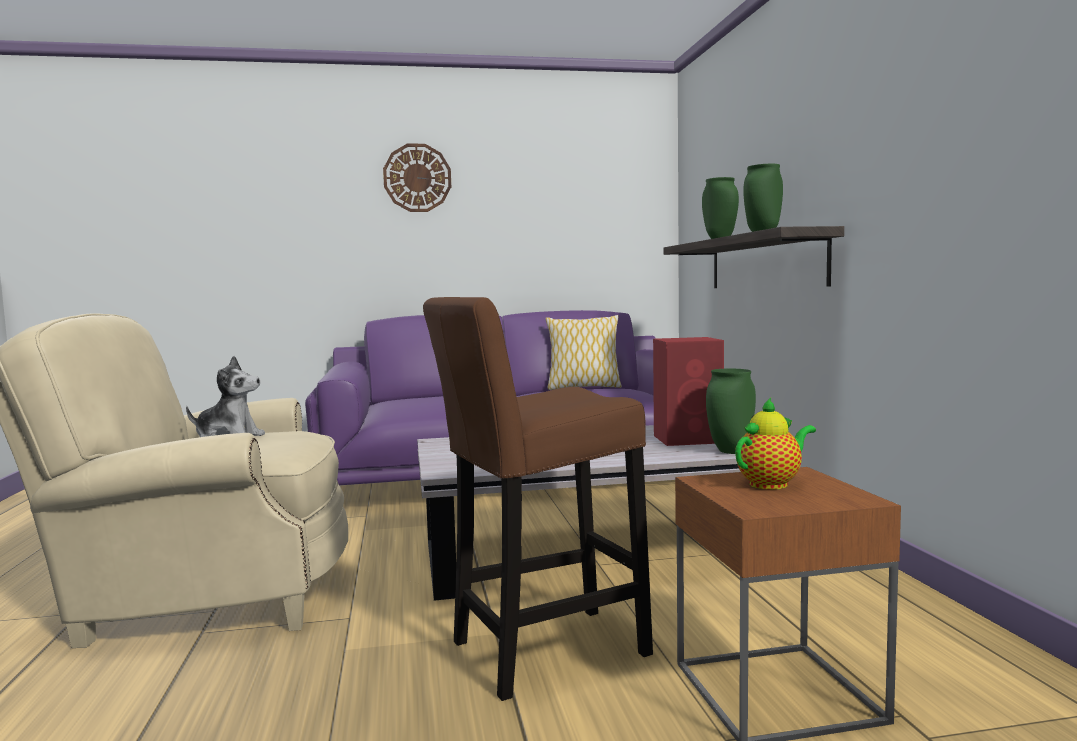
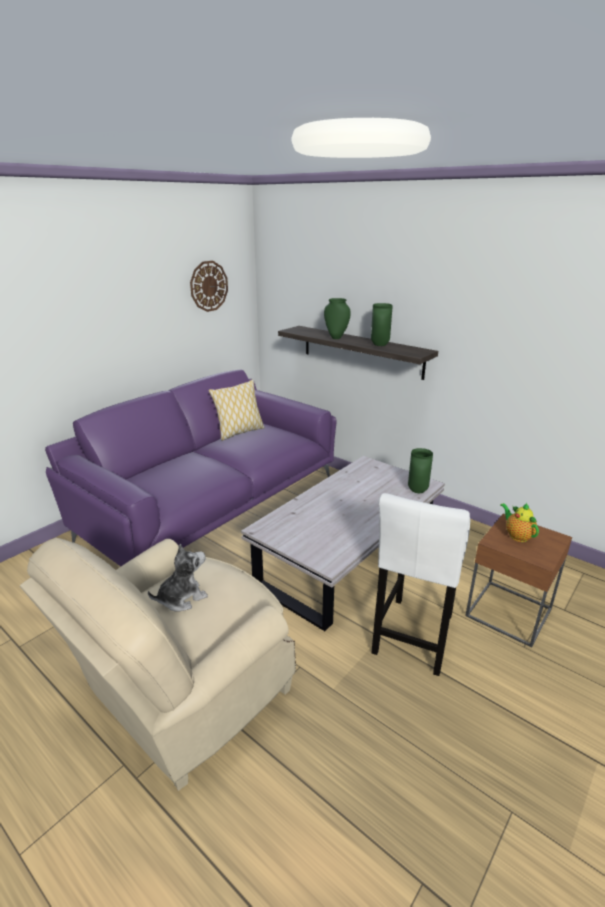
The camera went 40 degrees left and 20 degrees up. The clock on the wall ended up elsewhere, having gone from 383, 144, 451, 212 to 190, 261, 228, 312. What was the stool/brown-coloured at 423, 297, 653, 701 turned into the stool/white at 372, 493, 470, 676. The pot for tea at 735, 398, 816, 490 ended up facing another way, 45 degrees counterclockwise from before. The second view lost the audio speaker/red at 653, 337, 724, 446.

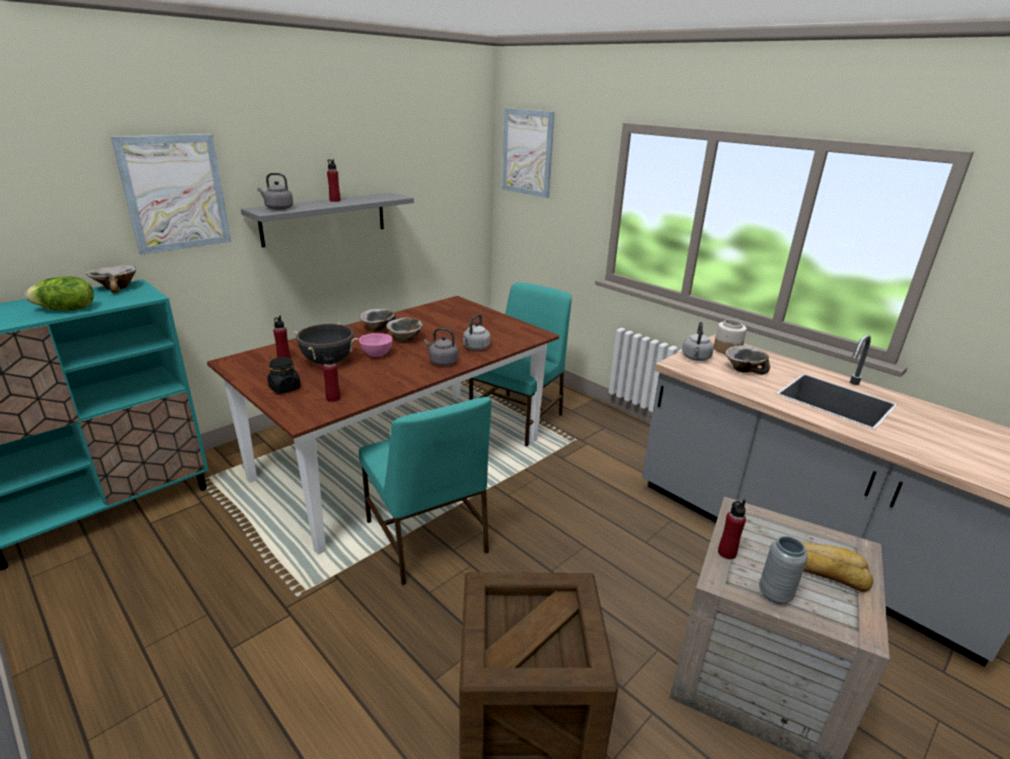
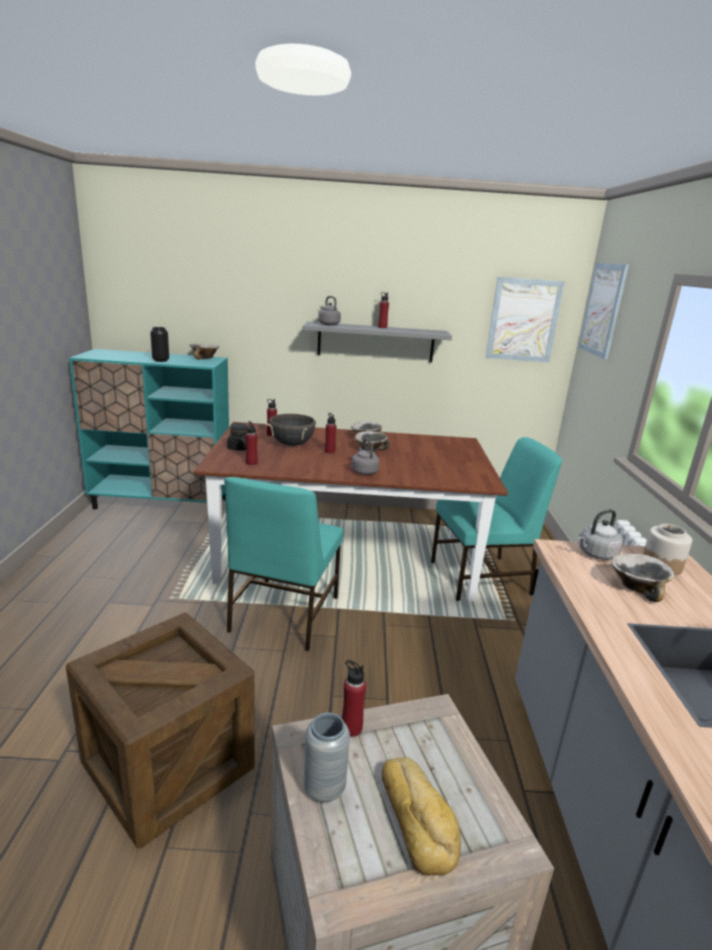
The camera went 45 degrees right and 5 degrees down. Where the lettuce stood at 25, 276, 94, 311, the vase/blackish came to stand at 150, 327, 169, 362. Where the bowl/pink stood at 359, 333, 393, 357, the drink bottle/red came to stand at 325, 413, 337, 453. The wall art ended up elsewhere, having gone from 111, 134, 231, 255 to 486, 277, 565, 362. The second view lost the kettle/grey at 463, 314, 491, 350.

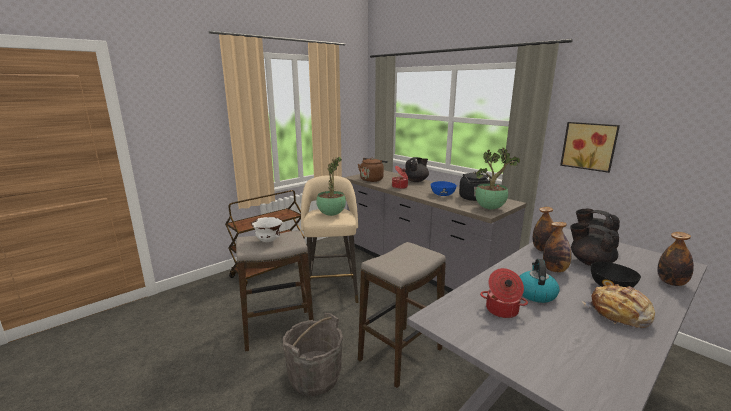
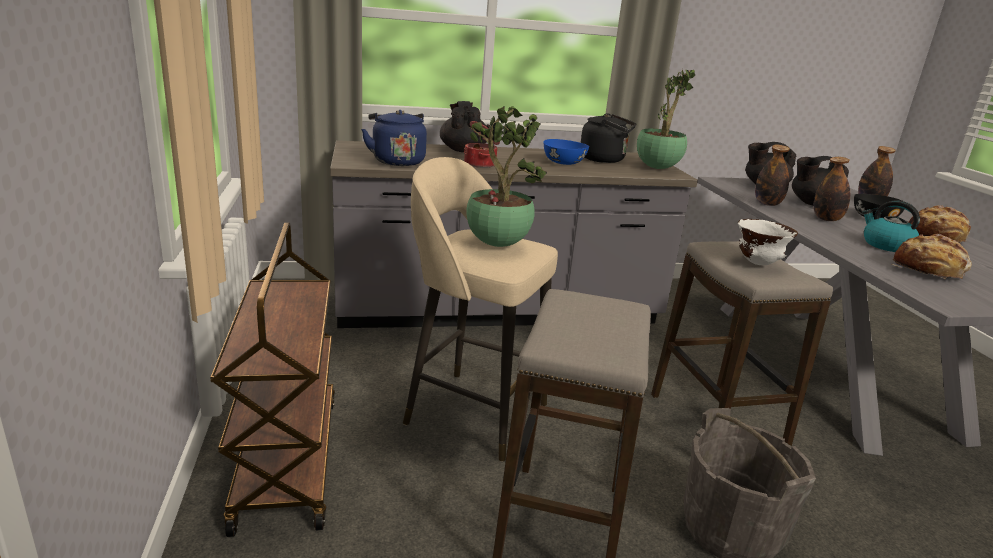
The camera went 60 degrees left and 5 degrees up. What was the kettle/brown-coloured at 358, 157, 388, 182 turned into the kettle/bluish at 361, 110, 427, 166. The bowl/white ended up elsewhere, having gone from 251, 217, 282, 242 to 738, 219, 798, 265. Where the saucepot stood at 480, 268, 528, 318, the bread came to stand at 892, 234, 972, 280. The second view lost the wall art at 560, 122, 620, 173.

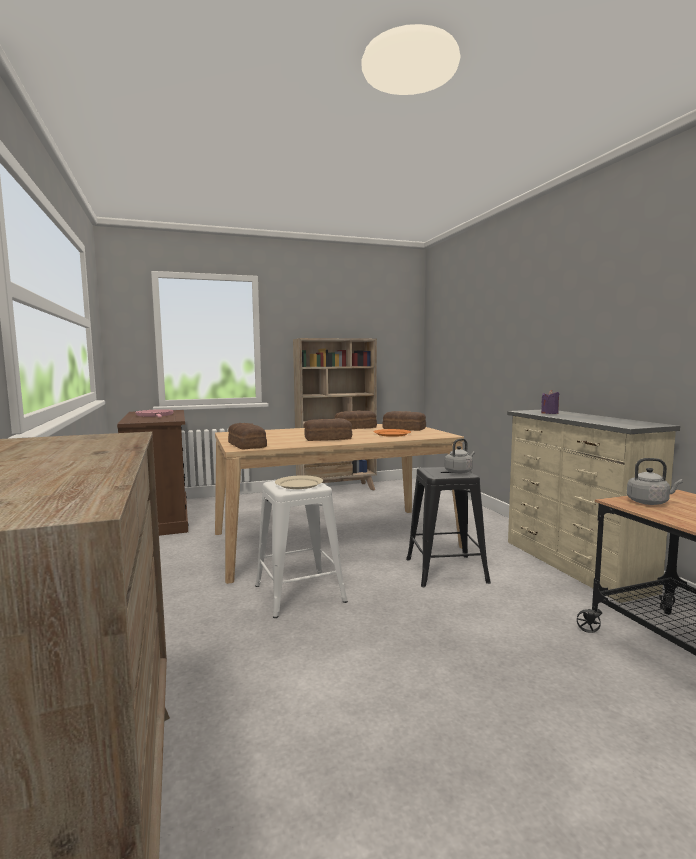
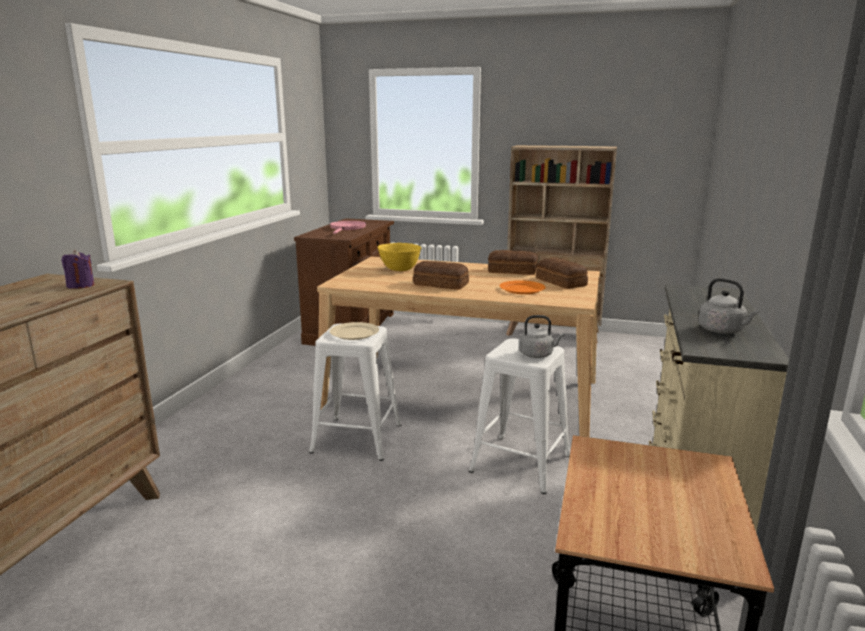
The camera went 35 degrees right and 10 degrees up. The candle/purplish ended up elsewhere, having gone from 541, 390, 559, 414 to 62, 250, 95, 289. The second view gained the bowl/yellow at 378, 243, 421, 271. What was the stool/blackish at 406, 467, 491, 587 turned into the stool/white at 469, 338, 570, 494. The kettle/grey ended up elsewhere, having gone from 627, 458, 683, 505 to 698, 278, 760, 334. The second view lost the bread at 228, 423, 267, 449.

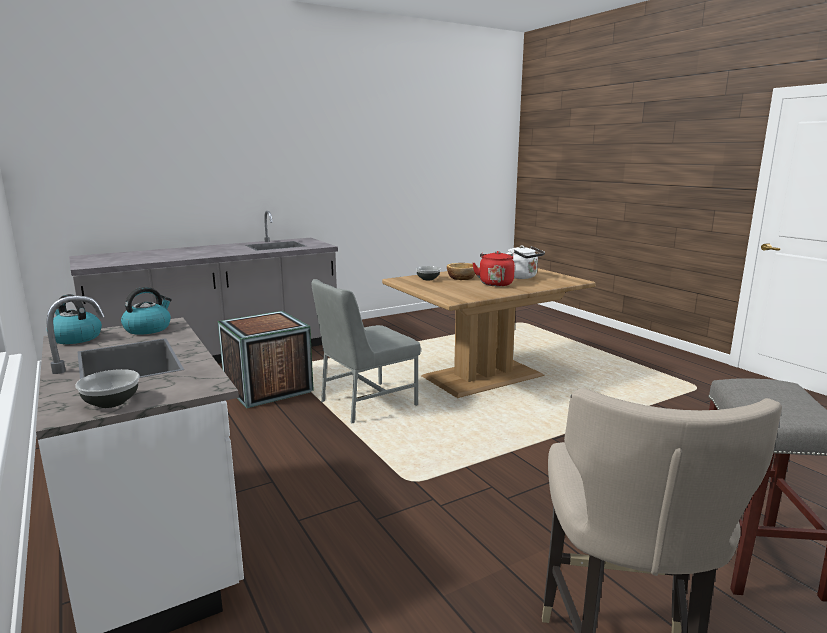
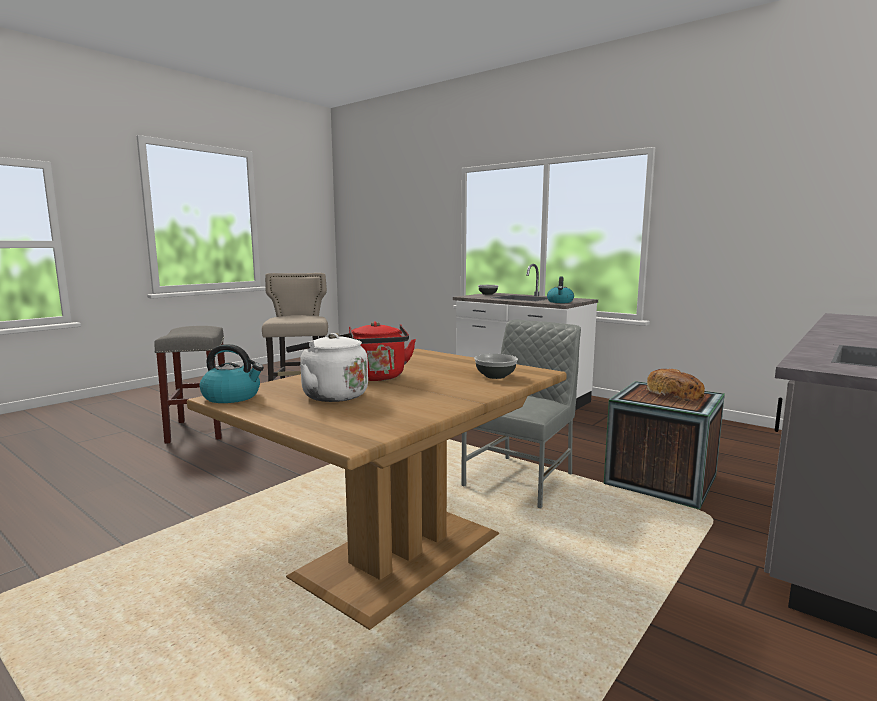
The camera went 160 degrees right and 5 degrees down. The kettle ended up elsewhere, having gone from 53, 294, 102, 344 to 200, 344, 264, 403. The second view gained the bread at 646, 369, 705, 401. The second view lost the bowl at 447, 263, 477, 280.

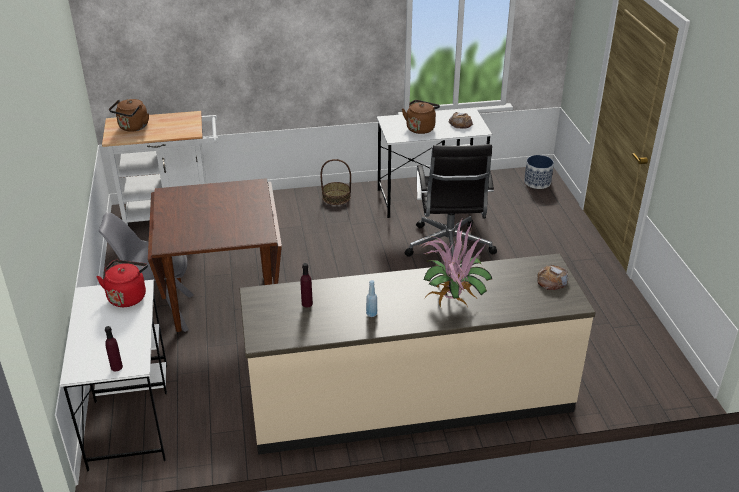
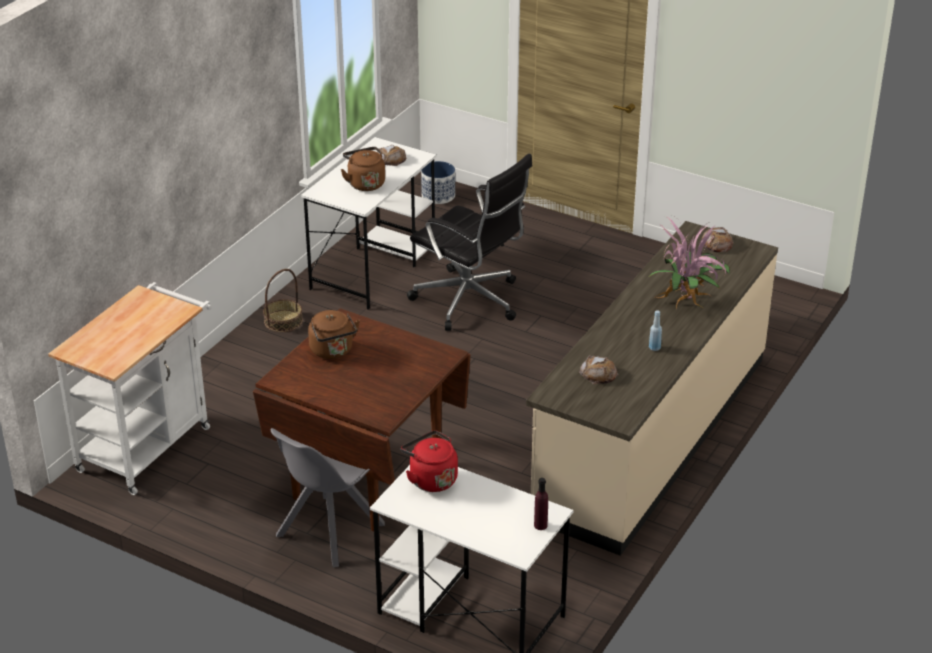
The camera went 50 degrees left and 0 degrees up. The kettle/brown-coloured ended up elsewhere, having gone from 109, 99, 149, 132 to 308, 310, 360, 359. Where the drink bottle/purplish stood at 301, 263, 313, 307, the bread came to stand at 579, 355, 619, 384.

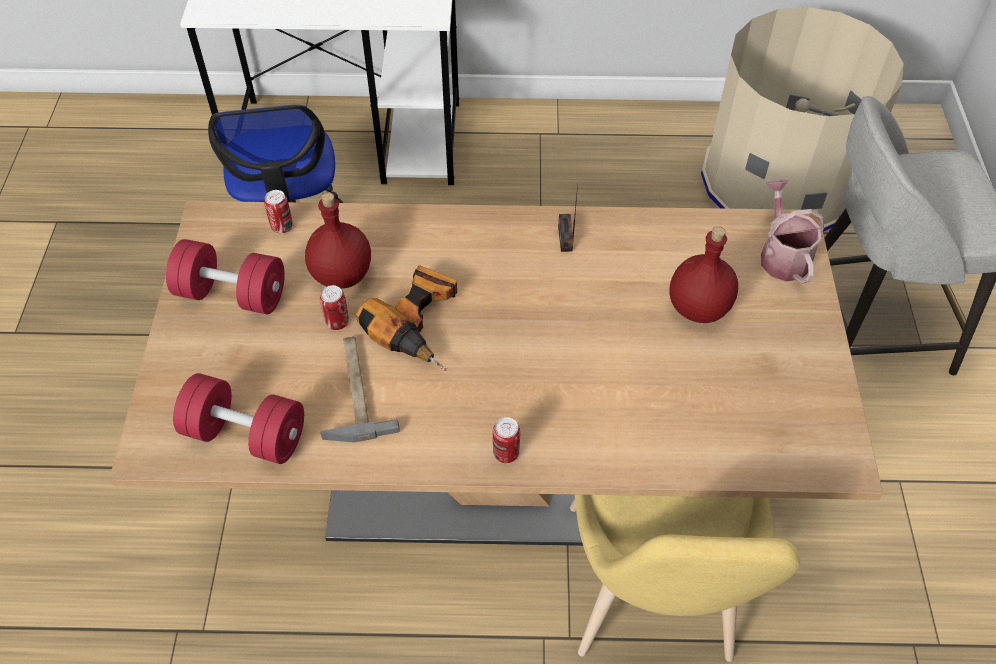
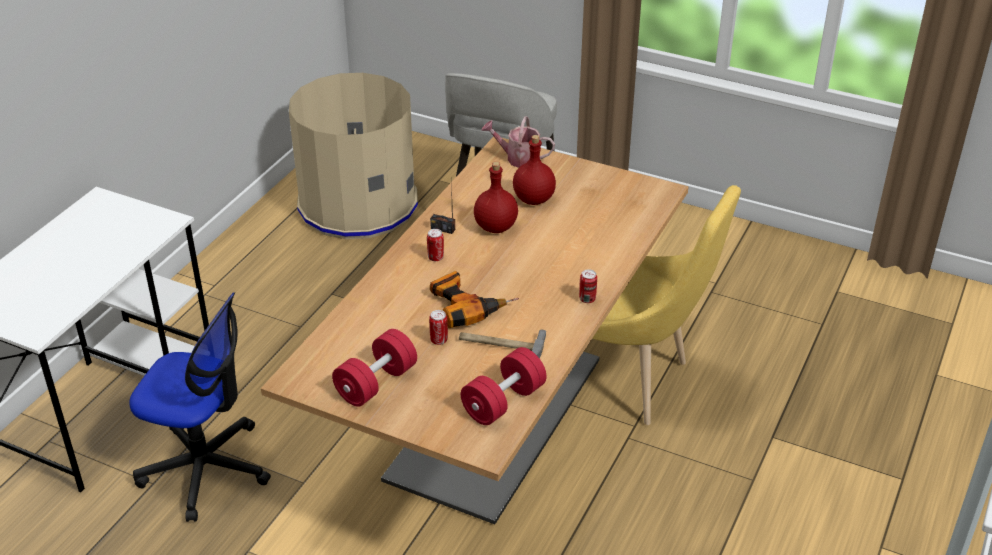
The camera went 65 degrees left and 15 degrees down. The can ended up elsewhere, having gone from 264, 190, 293, 233 to 427, 229, 444, 261. The drink bottle/red ended up elsewhere, having gone from 305, 192, 371, 289 to 474, 162, 518, 233.

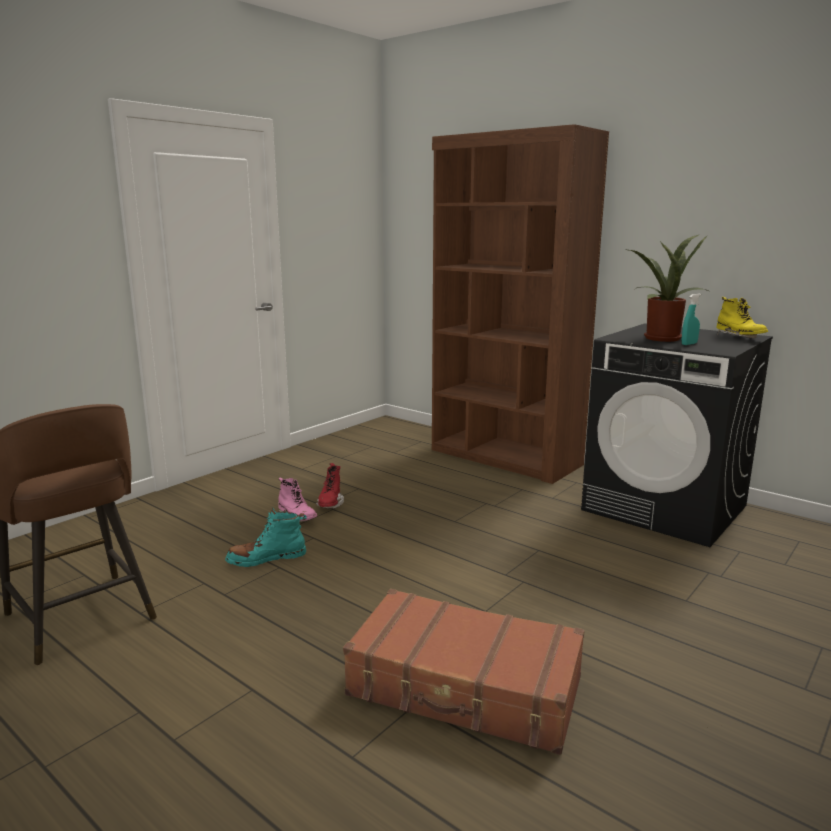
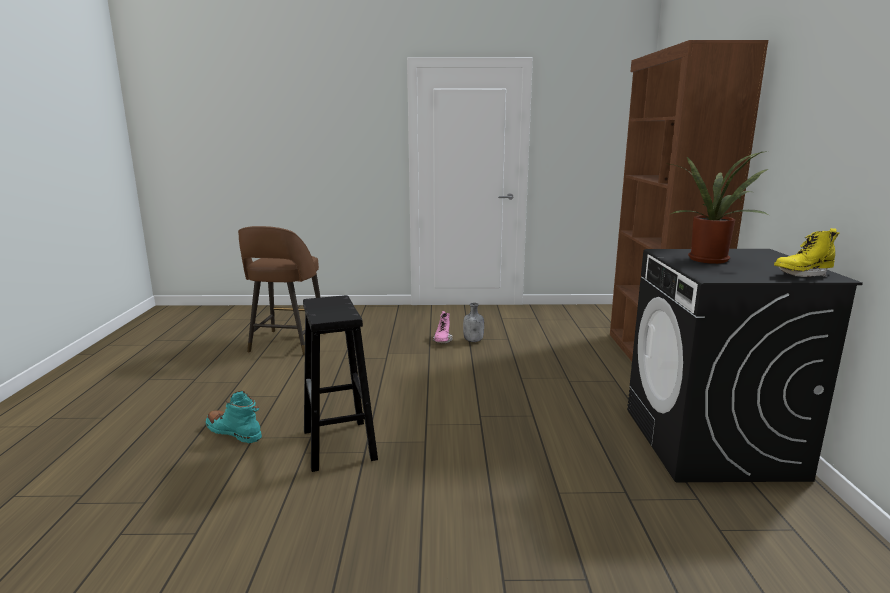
The camera went 50 degrees right and 0 degrees up. The tall boot/turquoise ended up elsewhere, having gone from 225, 507, 307, 567 to 206, 391, 262, 443. Where the travel case/brown-coloured stood at 343, 589, 584, 755, the stool/blackish came to stand at 303, 295, 378, 472. Where the tall boot/red stood at 316, 463, 344, 509, the drink bottle/grey came to stand at 463, 303, 484, 342. The tall boot/yellow at 716, 297, 768, 338 ended up facing another way, 45 degrees clockwise from before. The second view lost the hand sprayer/turquoise at 682, 294, 701, 345.

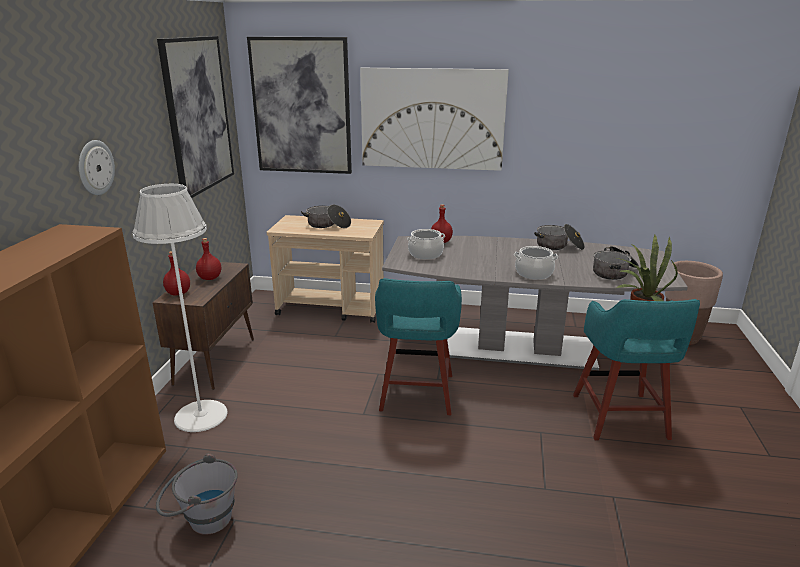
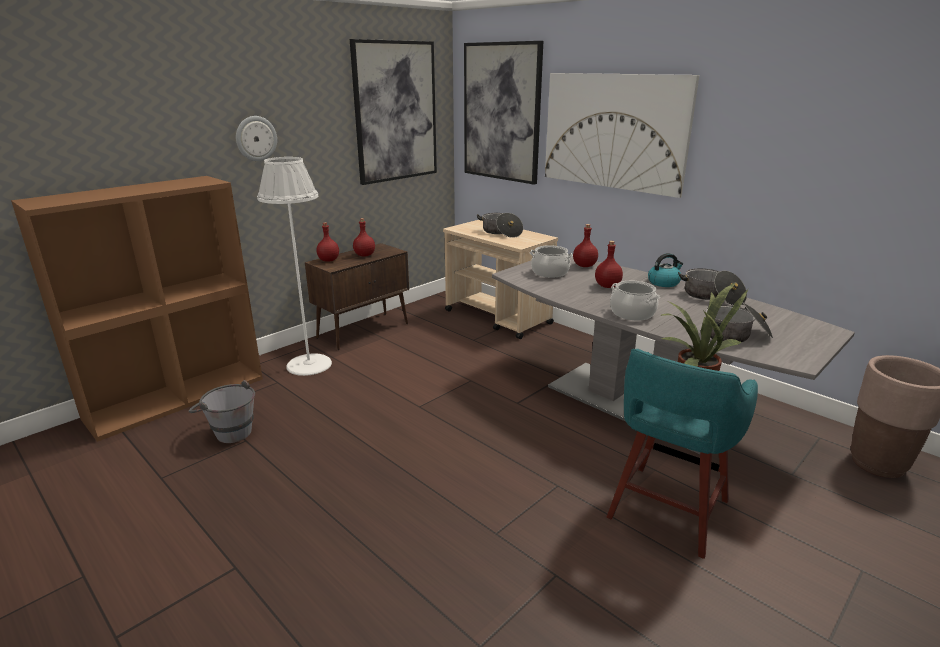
The camera went 35 degrees right and 0 degrees up. The second view gained the drink bottle/red at 595, 241, 623, 288. The second view gained the kettle at 648, 253, 683, 287. The second view lost the stool/turquoise at 375, 278, 462, 415.

